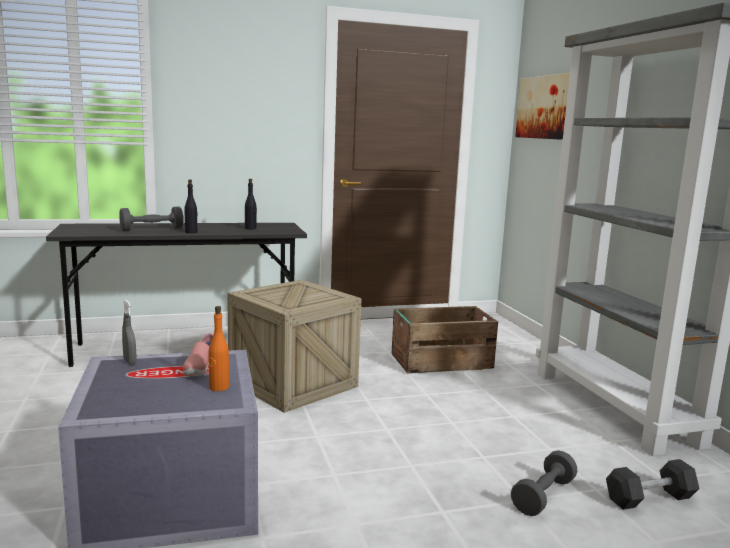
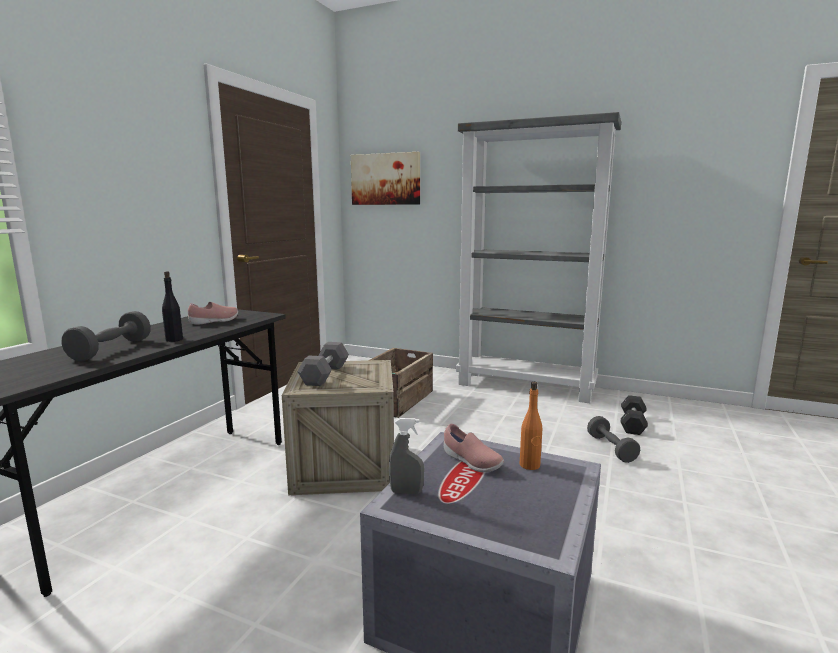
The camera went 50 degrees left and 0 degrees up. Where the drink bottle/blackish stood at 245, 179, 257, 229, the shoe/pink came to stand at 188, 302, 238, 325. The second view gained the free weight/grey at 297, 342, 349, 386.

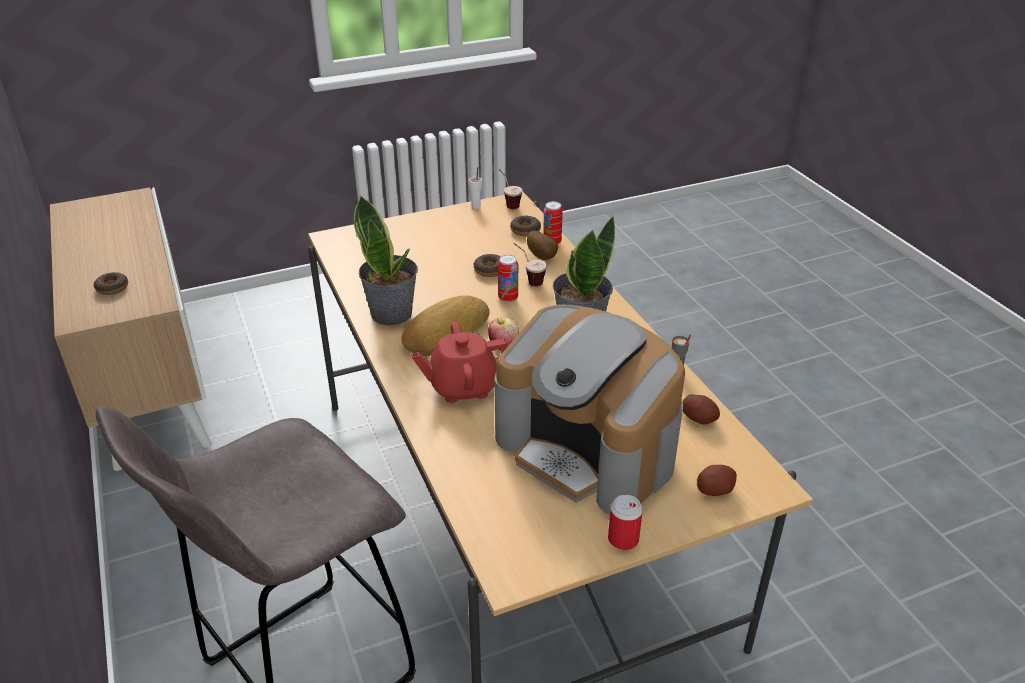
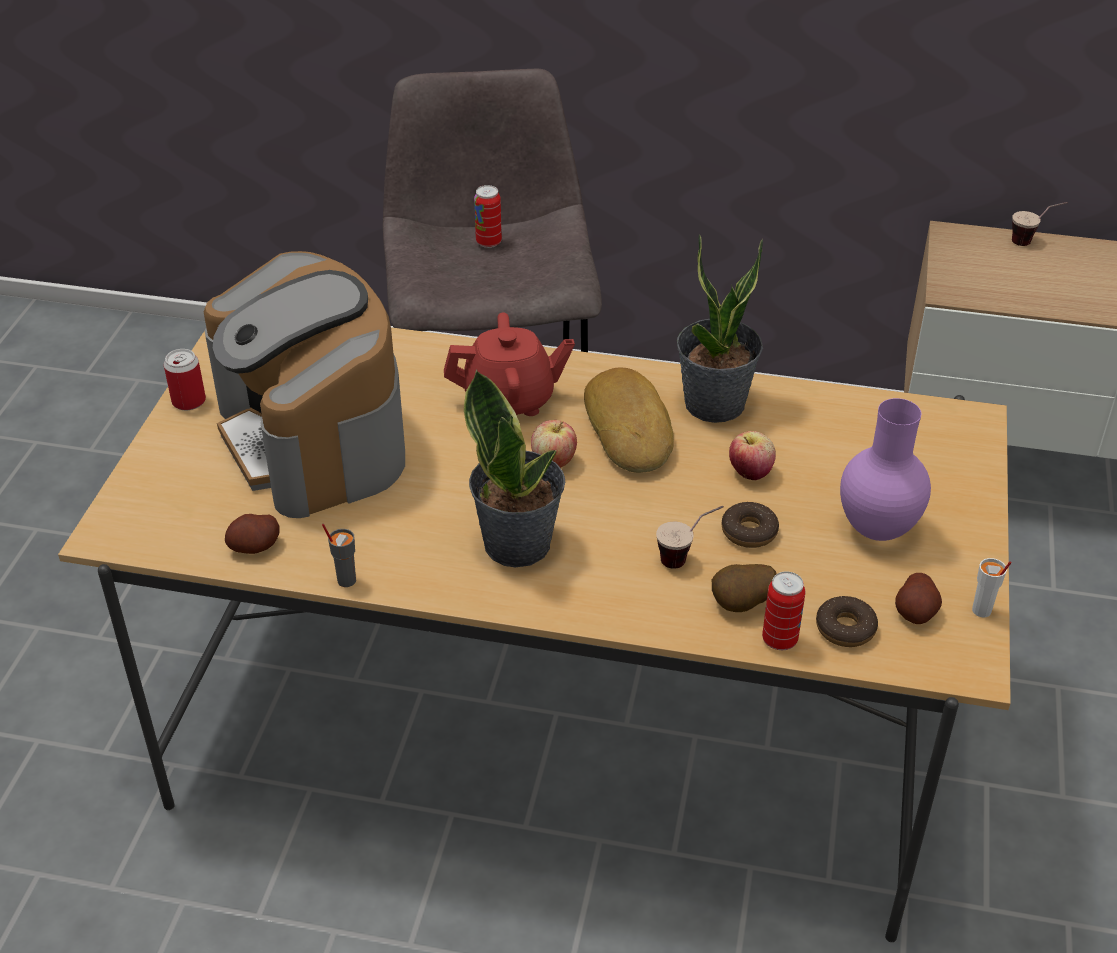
The camera went 125 degrees right and 5 degrees up. The coffee brewer at 494, 304, 685, 515 ended up facing another way, 105 degrees counterclockwise from before. The pot for tea/red at 411, 322, 507, 403 ended up facing another way, 60 degrees clockwise from before. The can ended up elsewhere, having gone from 498, 255, 518, 303 to 474, 185, 502, 248. The second view gained the apple at 729, 431, 776, 481. The second view gained the vase/purplish at 840, 398, 931, 541. The whole potato ended up elsewhere, having gone from 697, 465, 737, 496 to 895, 573, 942, 624. The cup ended up elsewhere, having gone from 499, 169, 523, 209 to 1012, 202, 1068, 246. The second view lost the doughnut at 94, 272, 128, 295.

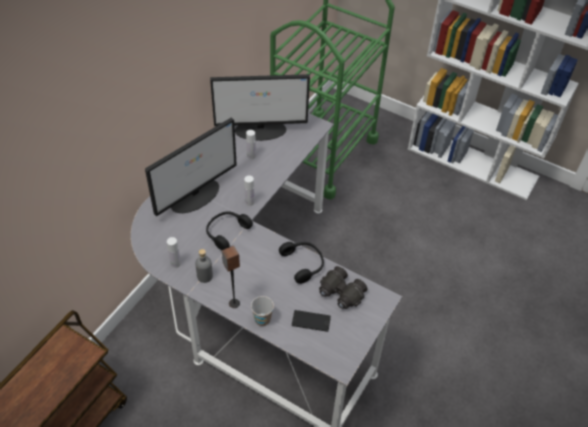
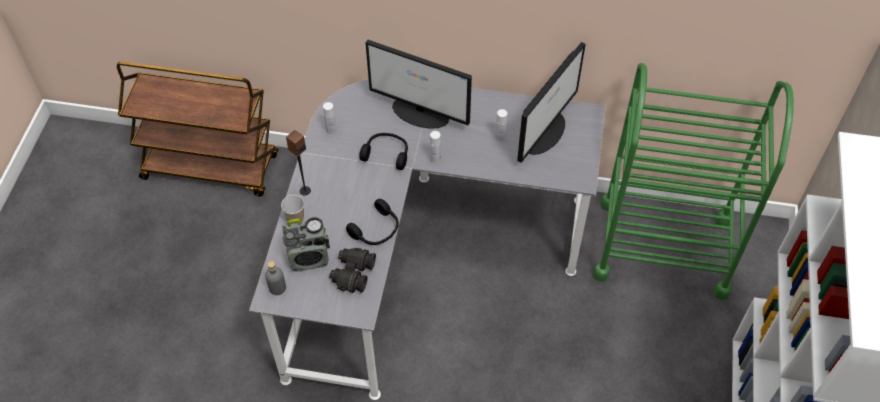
The camera went 70 degrees right and 5 degrees up. The drink bottle/grey ended up elsewhere, having gone from 195, 249, 213, 283 to 265, 261, 286, 295. Where the handset stood at 292, 310, 331, 332, the radio receiver came to stand at 282, 217, 330, 271. The computer screen at 210, 74, 310, 141 ended up facing another way, 120 degrees counterclockwise from before.

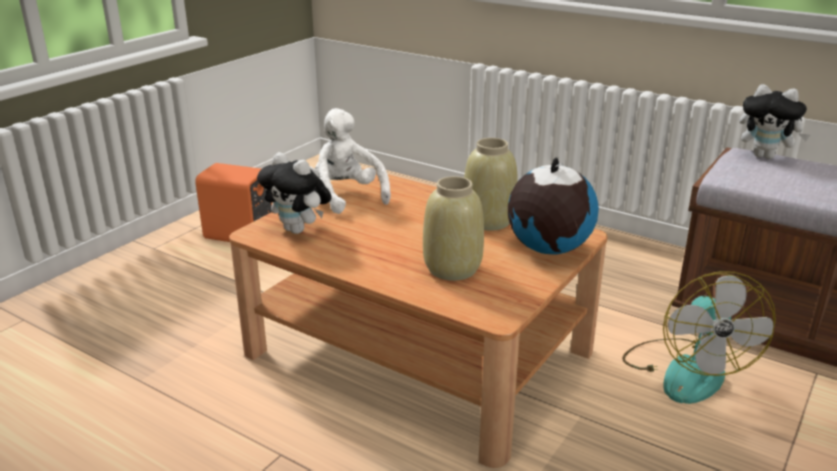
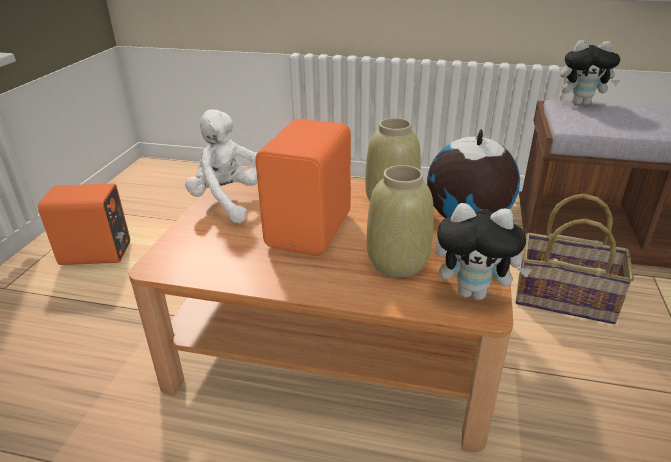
The camera went 20 degrees left and 5 degrees up. The second view gained the audio speaker/orangey at 255, 119, 351, 256. The cuddly toy ended up elsewhere, having gone from 257, 152, 332, 234 to 435, 203, 533, 300. Where the fan stood at 622, 271, 776, 404, the household basket came to stand at 516, 194, 634, 324.

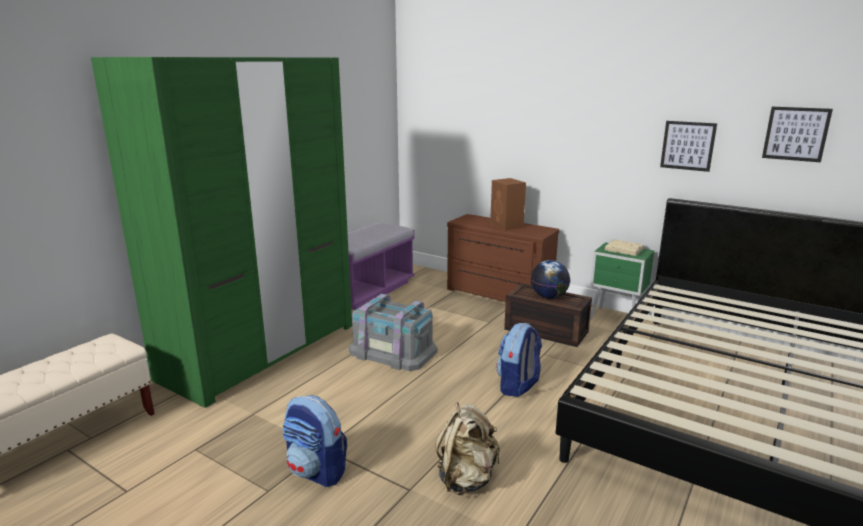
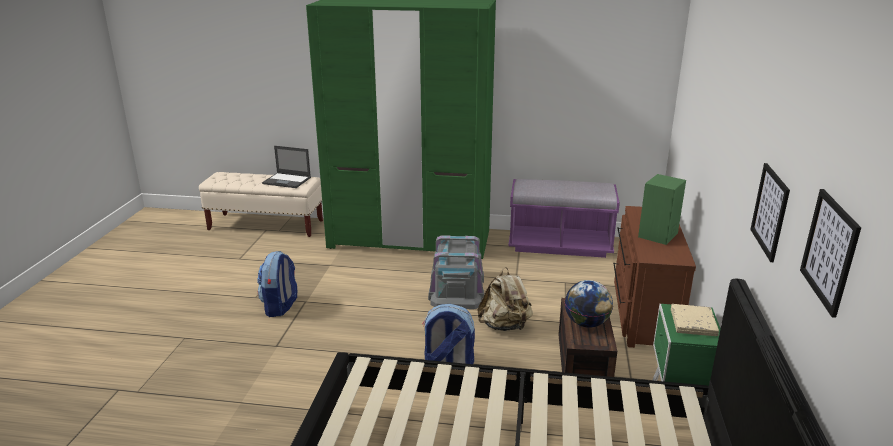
The camera went 65 degrees right and 5 degrees up. The second view gained the portable computer at 262, 146, 311, 188. The backpack/beige-coloured ended up elsewhere, having gone from 435, 402, 500, 495 to 477, 267, 533, 331. What was the audio speaker/brown-coloured at 490, 178, 526, 231 turned into the audio speaker/greenish at 638, 174, 686, 245.

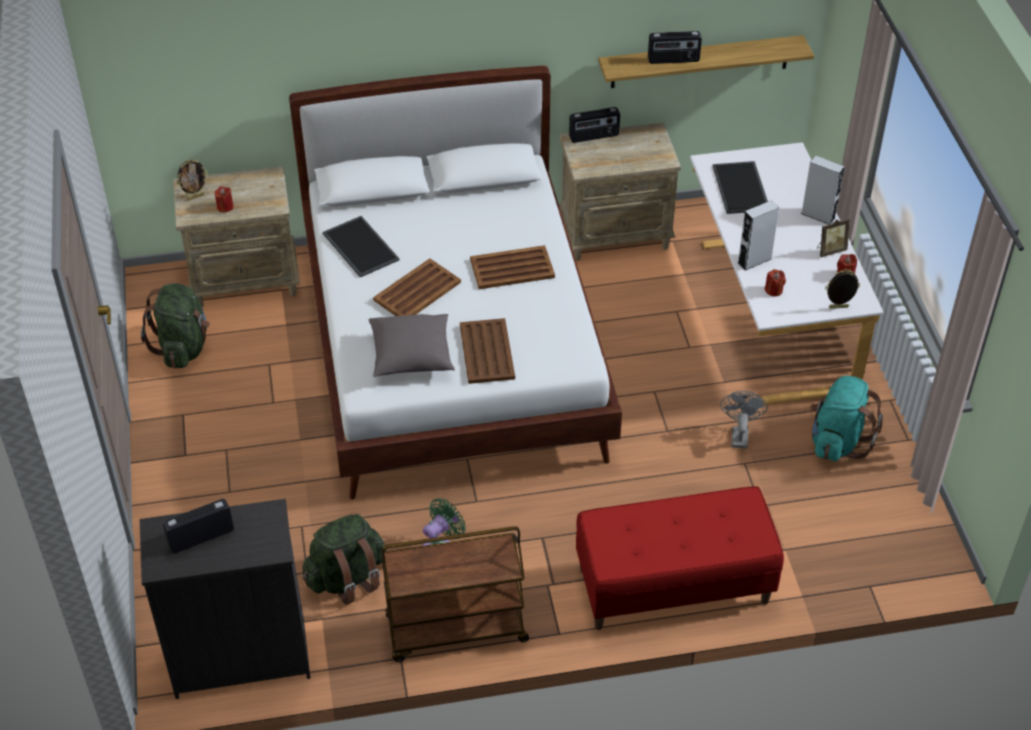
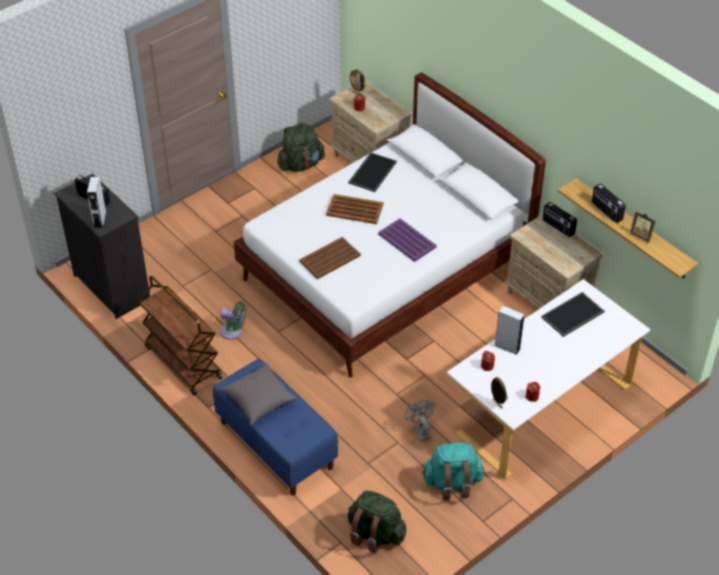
The camera went 60 degrees right and 0 degrees up. The audio speaker/grey ended up elsewhere, having gone from 801, 155, 844, 224 to 87, 177, 107, 228. What was the bench/red at 576, 486, 784, 630 turned into the bench/bluish at 213, 359, 338, 496. The cushion/grey ended up elsewhere, having gone from 368, 314, 455, 377 to 221, 363, 297, 425. The backpack/greenish ended up elsewhere, having gone from 302, 514, 386, 605 to 348, 490, 406, 553. What was the serving tray/brown-coloured at 470, 245, 555, 289 turned into the serving tray/purplish at 378, 218, 437, 262. The fan/grey at 720, 391, 768, 449 ended up facing another way, 90 degrees counterclockwise from before. The picture frame ended up elsewhere, having gone from 817, 219, 850, 257 to 630, 212, 656, 243.

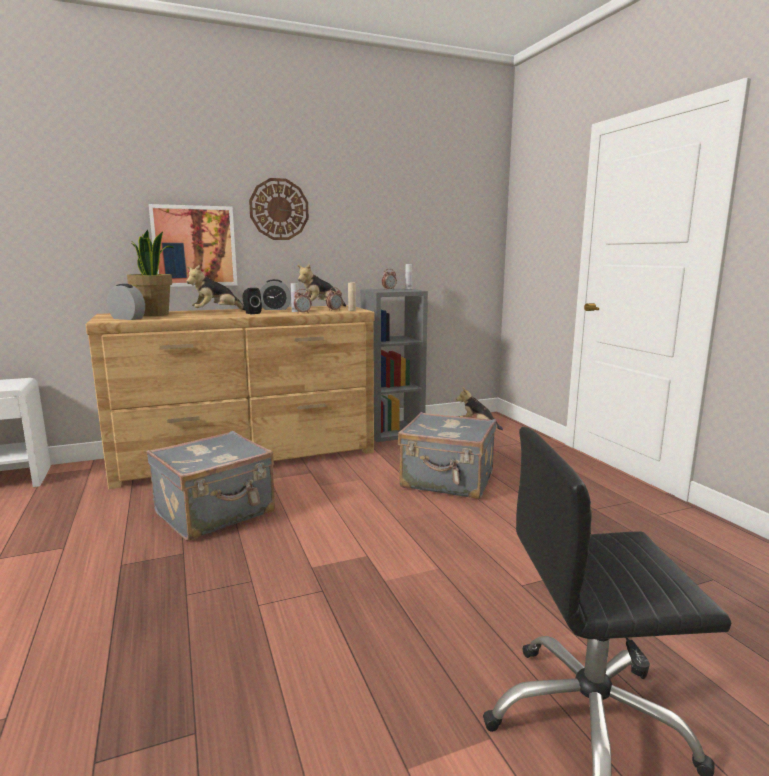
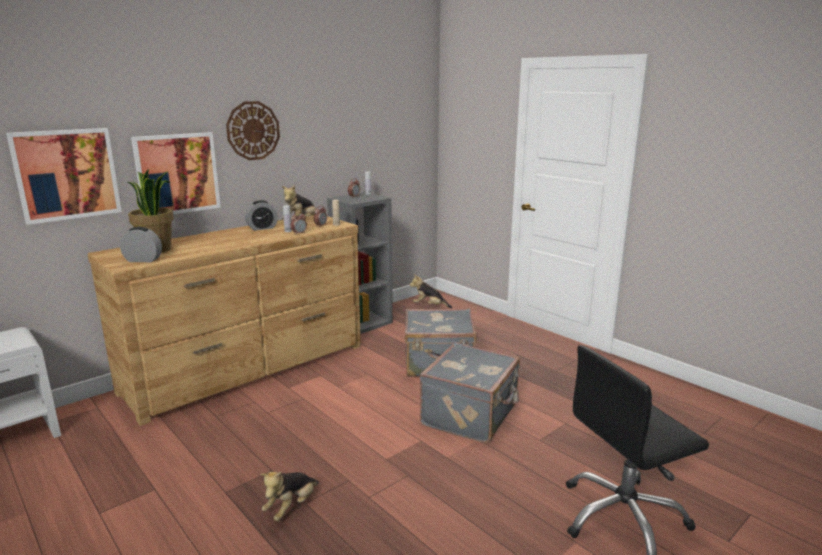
The camera went 20 degrees left and 5 degrees up. The second view gained the wall art at 6, 128, 122, 225. The cuddly toy ended up elsewhere, having gone from 186, 265, 246, 311 to 260, 471, 319, 521. The travel case/grey ended up elsewhere, having gone from 147, 431, 275, 541 to 420, 343, 520, 443. The second view lost the audio speaker/blackish at 243, 288, 262, 314.

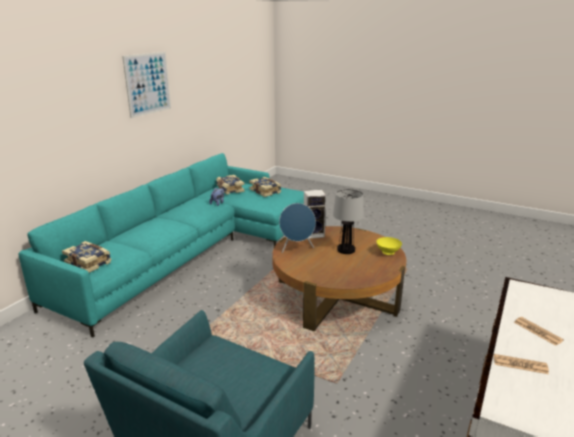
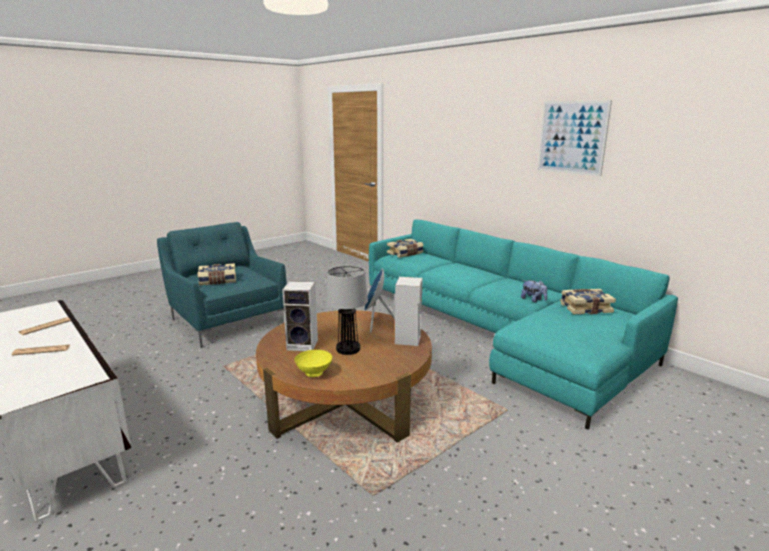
The camera went 110 degrees right and 5 degrees down. The bound book ended up elsewhere, having gone from 249, 177, 281, 197 to 197, 263, 236, 285. The second view gained the audio speaker at 282, 281, 318, 351.

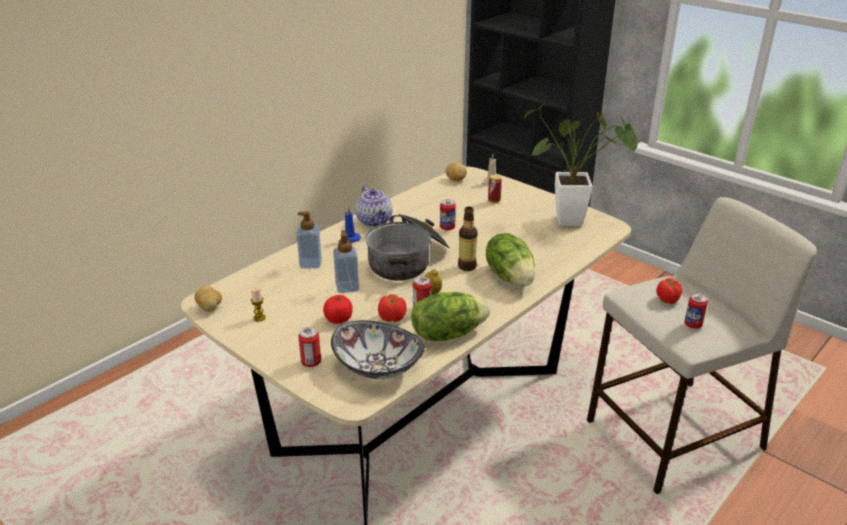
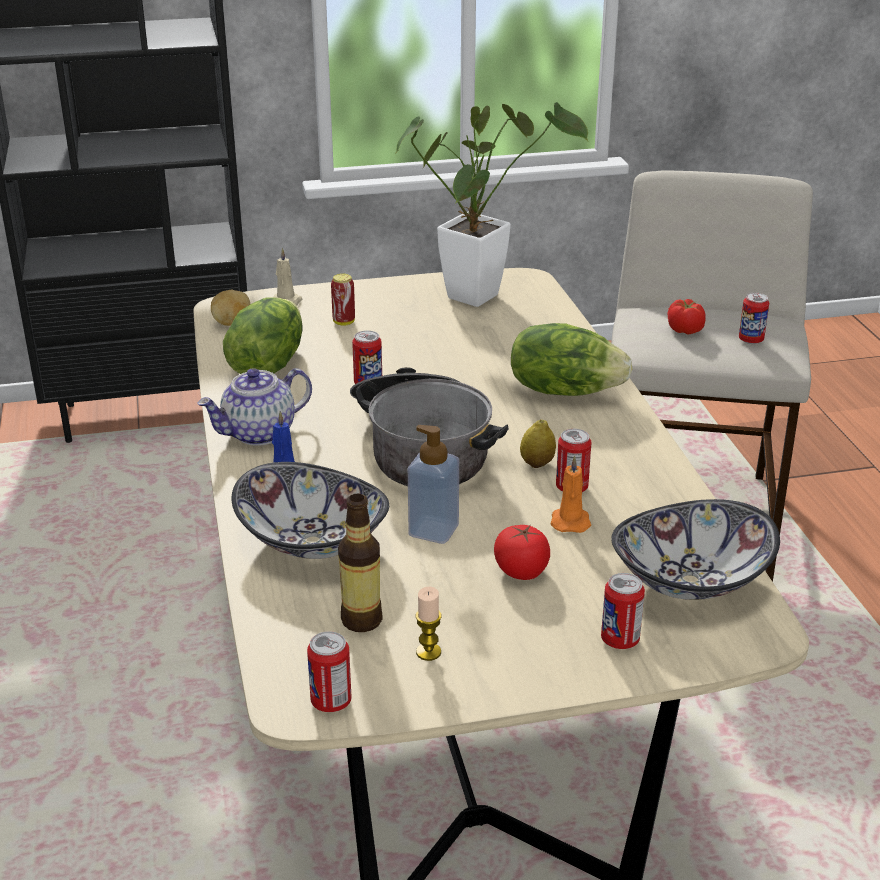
The camera went 55 degrees left and 0 degrees up. The pot for tea at 355, 186, 393, 227 ended up facing another way, 135 degrees clockwise from before. The lettuce ended up elsewhere, having gone from 411, 292, 490, 341 to 223, 297, 303, 374. Where the soap bottle stood at 297, 211, 322, 269, the bowl came to stand at 231, 462, 389, 559. Where the whole potato stood at 194, 286, 222, 312, the can came to stand at 307, 631, 352, 712. The drink bottle ended up elsewhere, having gone from 458, 206, 478, 271 to 338, 494, 383, 632. Where the fresh tomato stood at 378, 294, 407, 322, the candle/orangey came to stand at 550, 455, 591, 533.

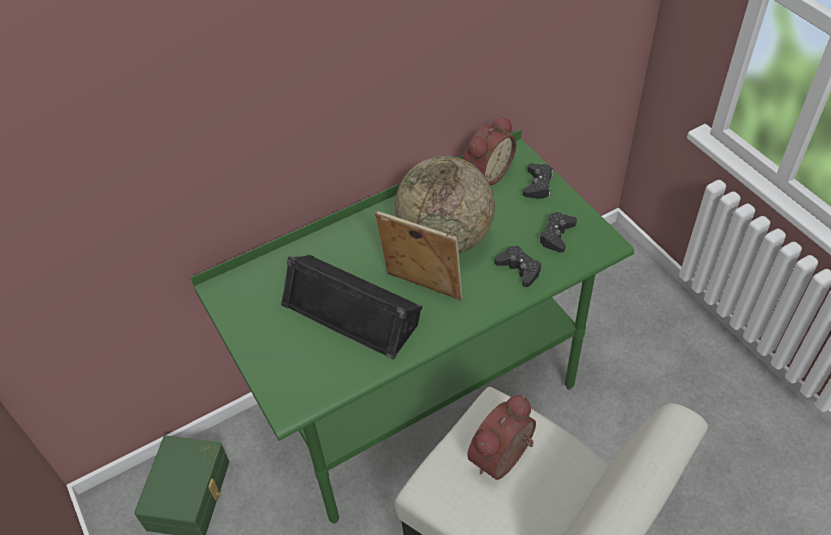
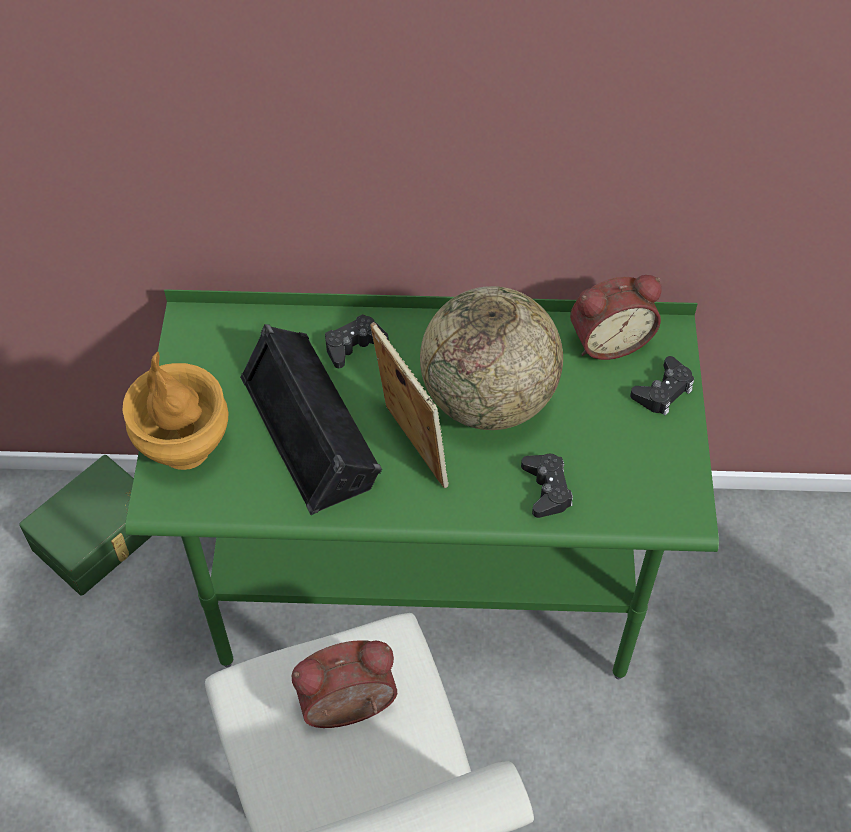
The camera went 30 degrees right and 5 degrees up. The second view gained the vase/brown-coloured at 122, 352, 228, 470. The gamepad/blackish ended up elsewhere, having gone from 539, 212, 577, 253 to 325, 314, 389, 368.

